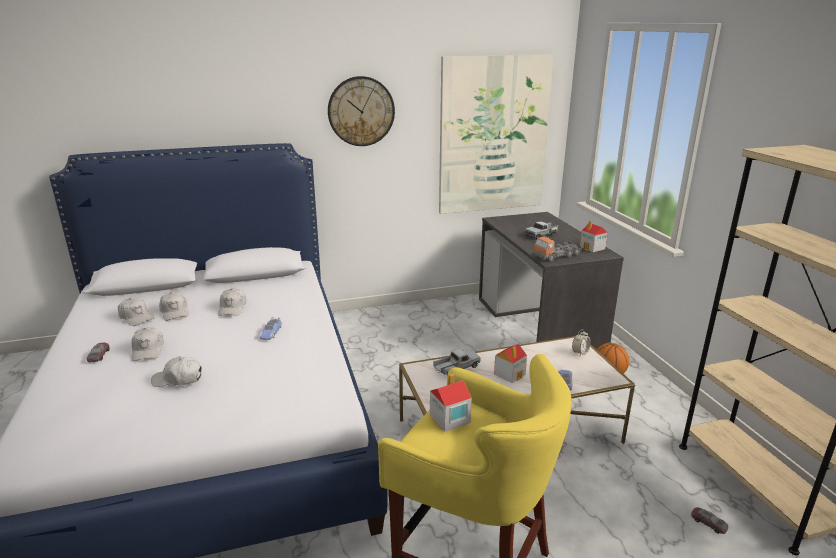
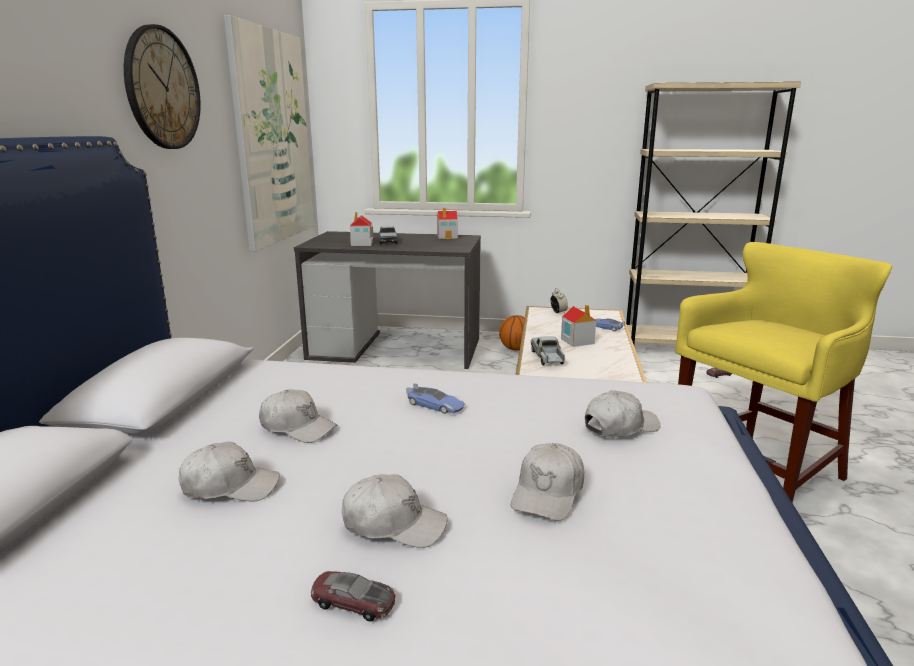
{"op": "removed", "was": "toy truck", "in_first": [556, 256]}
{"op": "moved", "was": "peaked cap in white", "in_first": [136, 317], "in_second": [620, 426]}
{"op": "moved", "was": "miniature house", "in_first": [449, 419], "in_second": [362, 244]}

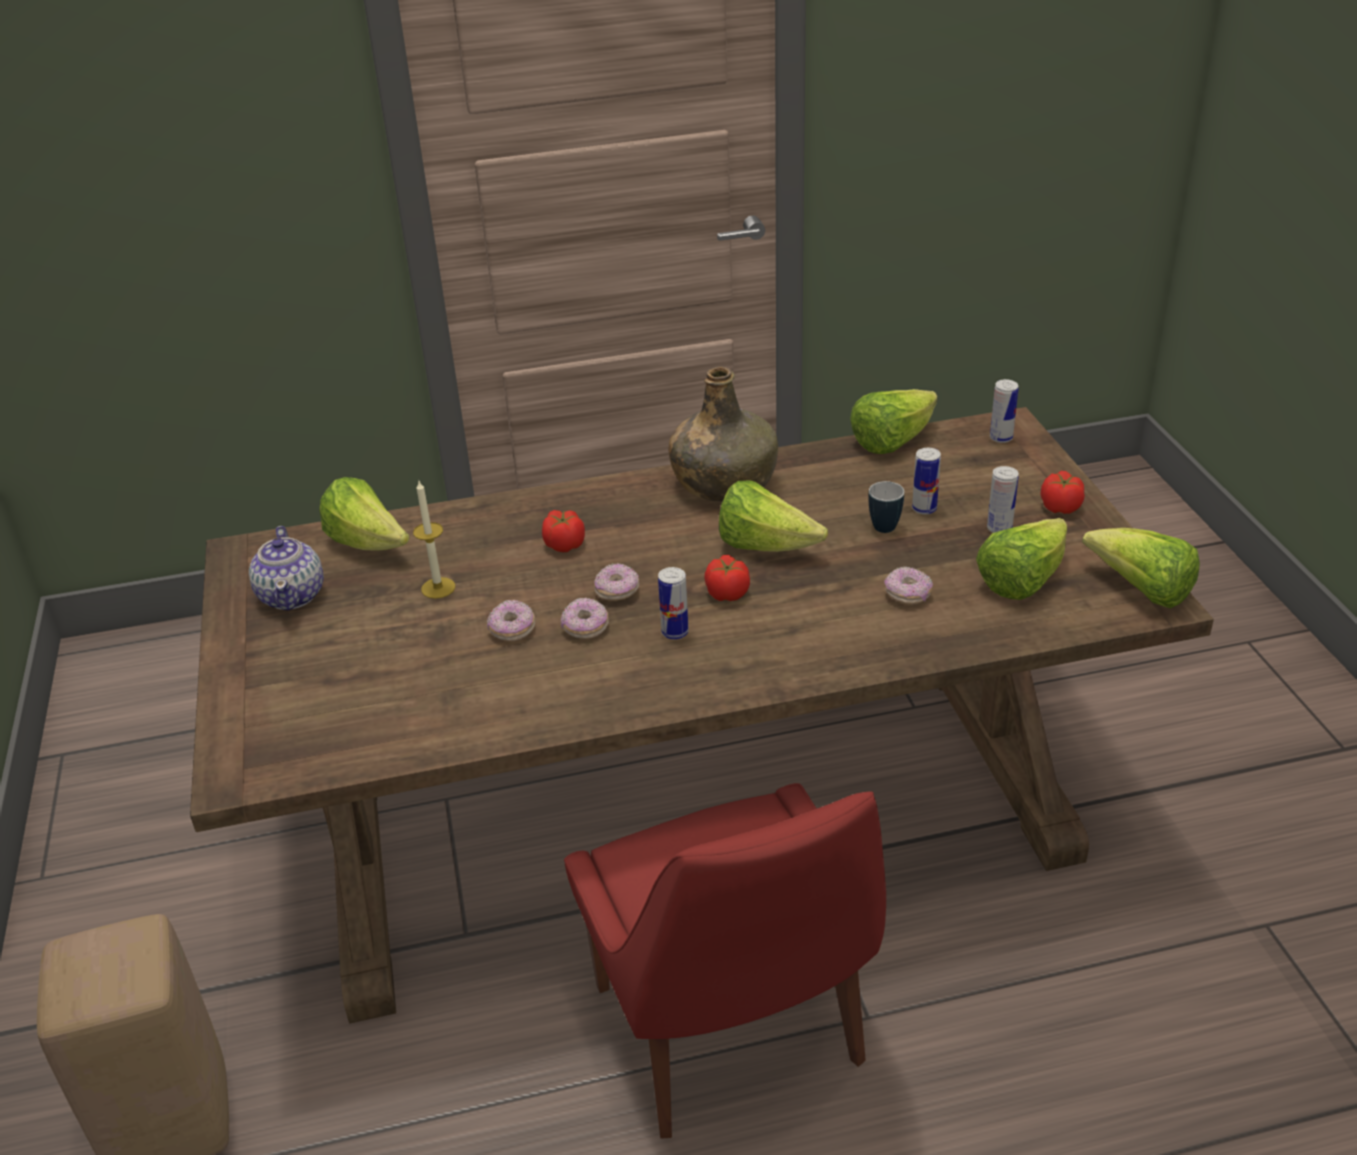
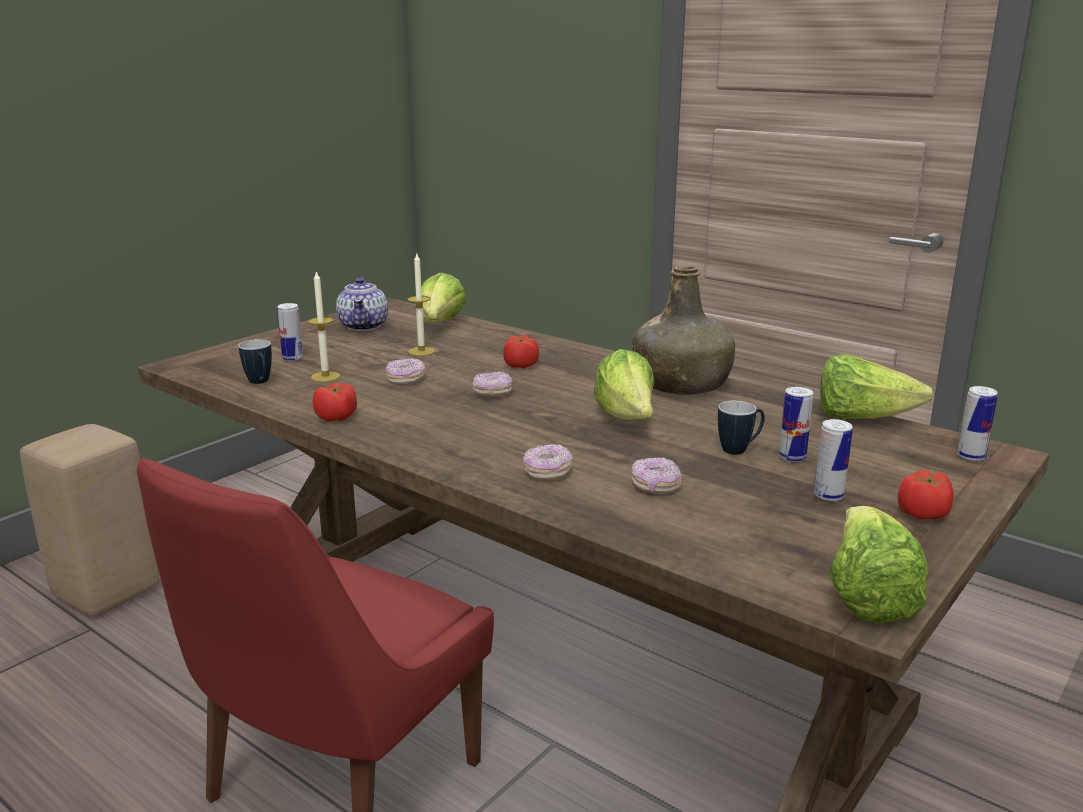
{"op": "removed", "was": "lettuce", "in_first": [1022, 580]}
{"op": "turned", "was": "tea pot", "in_first": [292, 595], "in_second": [364, 326], "clockwise": -45}
{"op": "moved", "was": "fresh tomato", "in_first": [727, 593], "in_second": [337, 417]}
{"op": "moved", "was": "sealed can", "in_first": [675, 632], "in_second": [292, 358]}
{"op": "moved", "was": "ring doughnut", "in_first": [585, 627], "in_second": [547, 472]}
{"op": "added", "now": "candle", "in_second": [325, 377]}
{"op": "added", "now": "coffee mug", "in_second": [260, 383]}

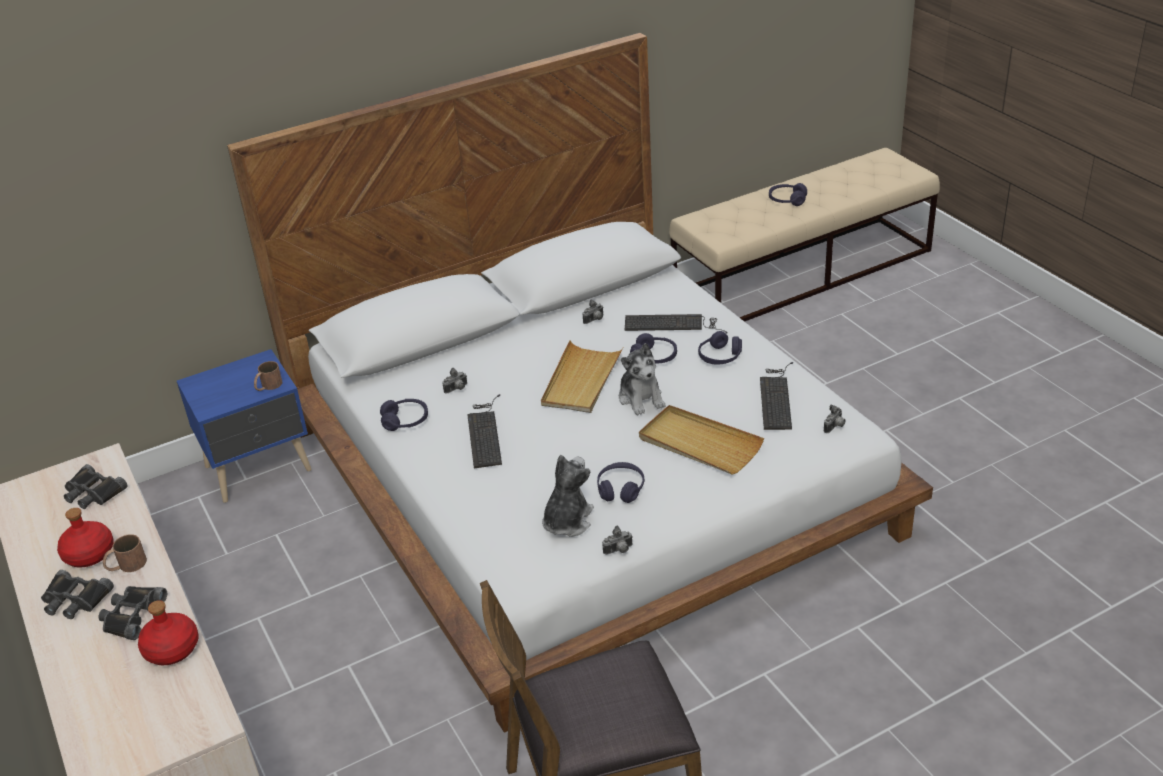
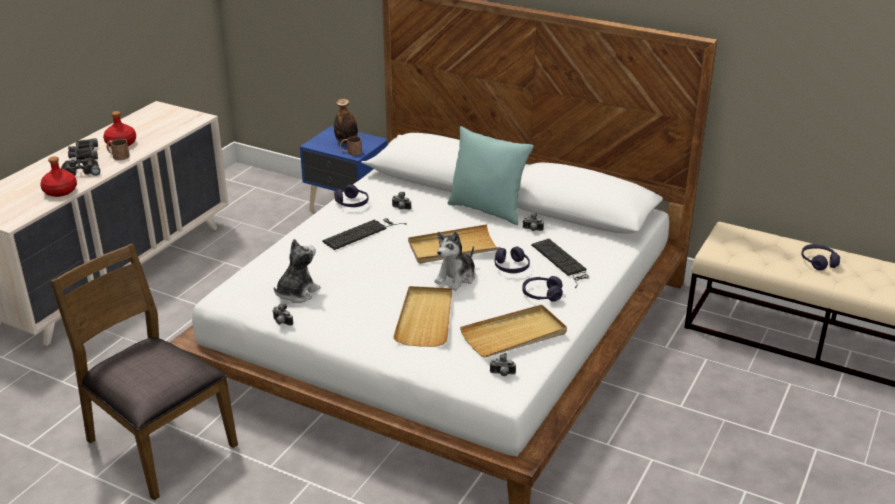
{"op": "replaced", "was": "PC keyboard", "now": "carrying tray in sand-coloured", "in_first": [776, 397], "in_second": [514, 335]}
{"op": "turned", "was": "cuddly toy", "in_first": [567, 521], "in_second": [297, 293], "clockwise": -45}
{"op": "removed", "was": "pair of headphones in purple-coloured", "in_first": [620, 489]}
{"op": "removed", "was": "pair of binoculars in black-coloured", "in_first": [93, 493]}
{"op": "added", "now": "drink bottle", "in_second": [346, 142]}
{"op": "added", "now": "throw pillow in turquoise", "in_second": [487, 210]}

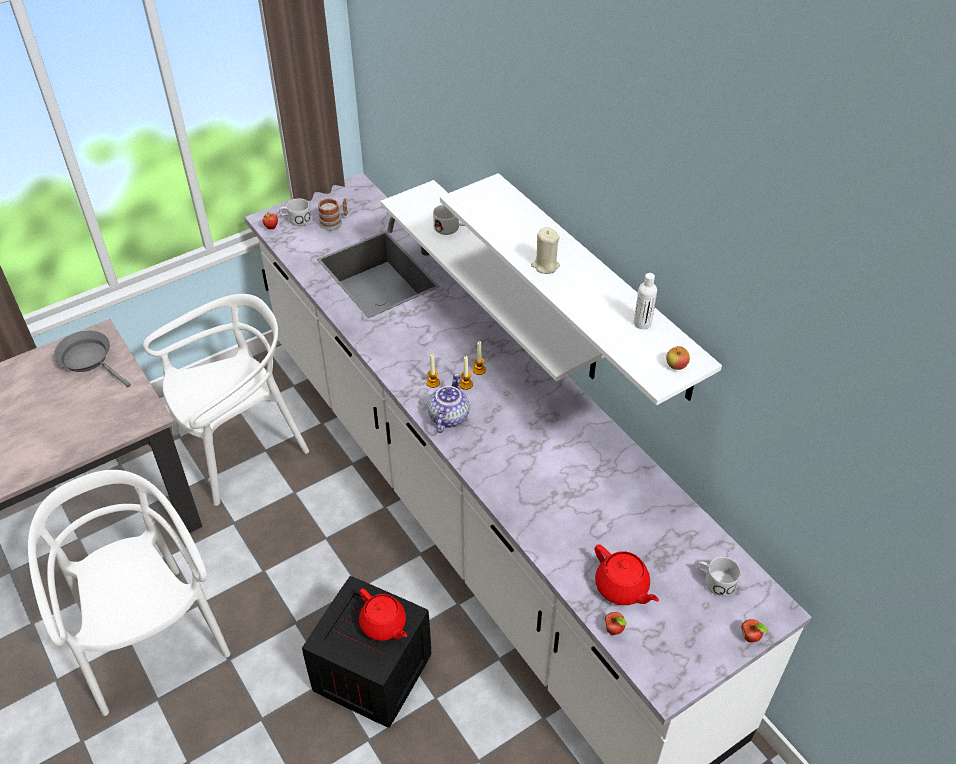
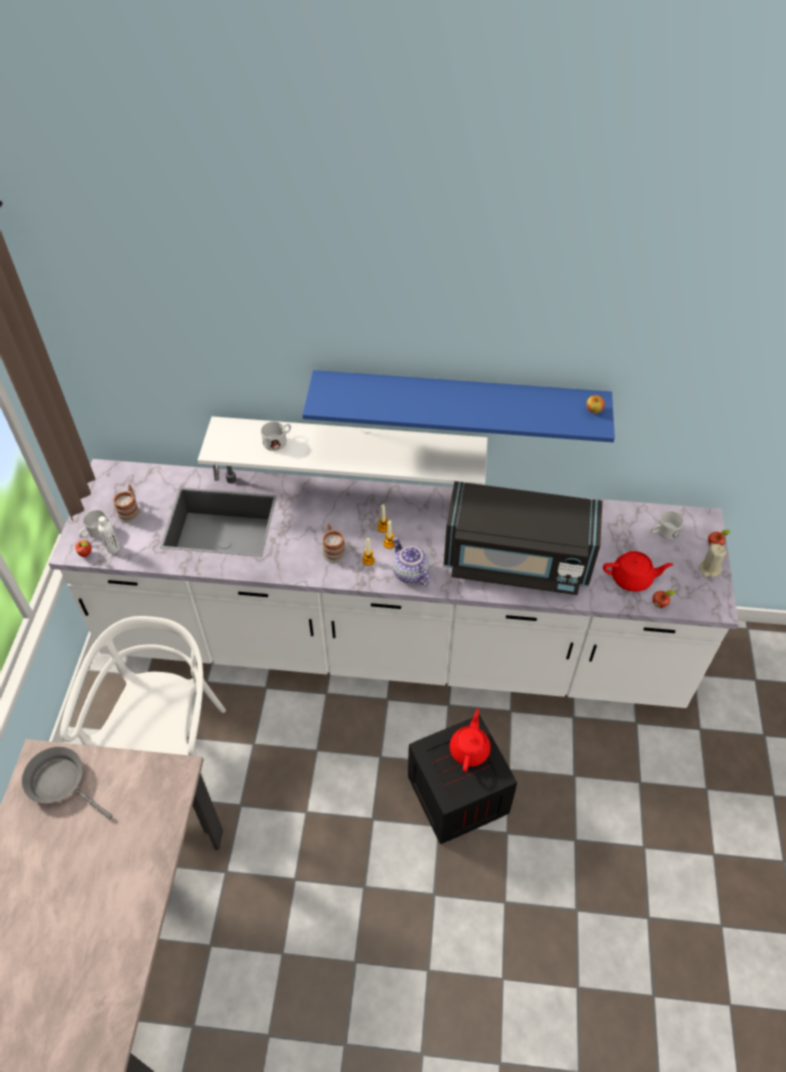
{"op": "recoloured", "was": "shelf in white", "now": "shelf in blue-coloured", "in_first": [596, 286], "in_second": [459, 402]}
{"op": "moved", "was": "candle in sand-coloured", "in_first": [545, 266], "in_second": [709, 569]}
{"op": "moved", "was": "drink bottle in white", "in_first": [642, 323], "in_second": [113, 548]}
{"op": "turned", "was": "frying pan in grey", "in_first": [89, 359], "in_second": [61, 782], "clockwise": 45}
{"op": "removed", "was": "upright chair in white", "in_first": [150, 638]}
{"op": "turned", "was": "tea pot in reddish", "in_first": [383, 625], "in_second": [469, 749], "clockwise": -75}
{"op": "added", "now": "microwave oven in black-coloured", "in_second": [516, 561]}
{"op": "added", "now": "coffee mug", "in_second": [333, 550]}

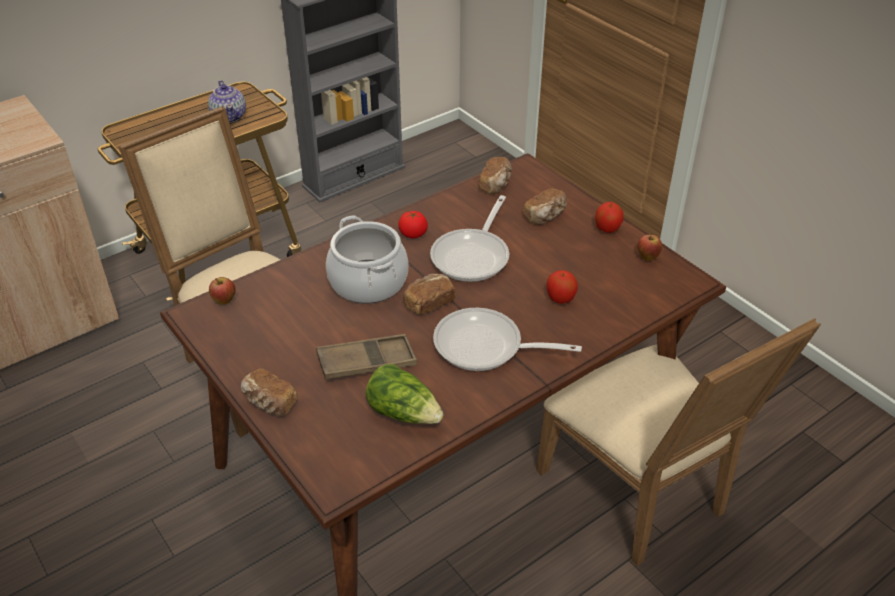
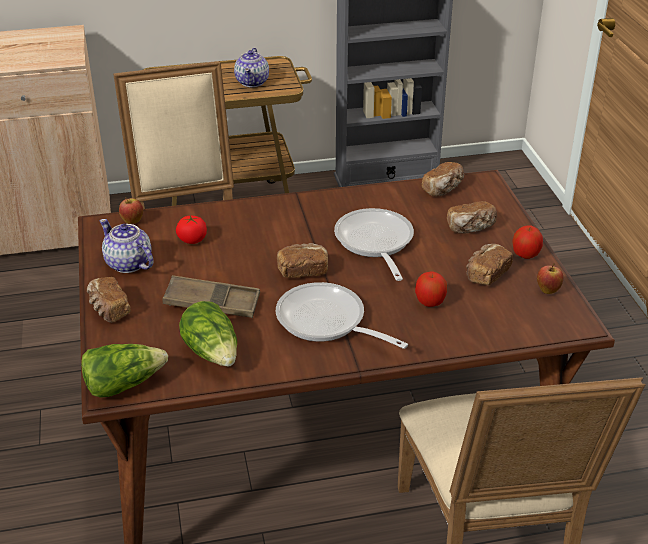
{"op": "turned", "was": "frying pan", "in_first": [473, 255], "in_second": [375, 243], "clockwise": 120}
{"op": "moved", "was": "fresh tomato", "in_first": [413, 234], "in_second": [192, 240]}
{"op": "removed", "was": "cooking pot", "in_first": [368, 282]}
{"op": "added", "now": "tea pot", "in_second": [128, 264]}
{"op": "added", "now": "baked bread", "in_second": [486, 274]}
{"op": "added", "now": "lettuce", "in_second": [123, 384]}

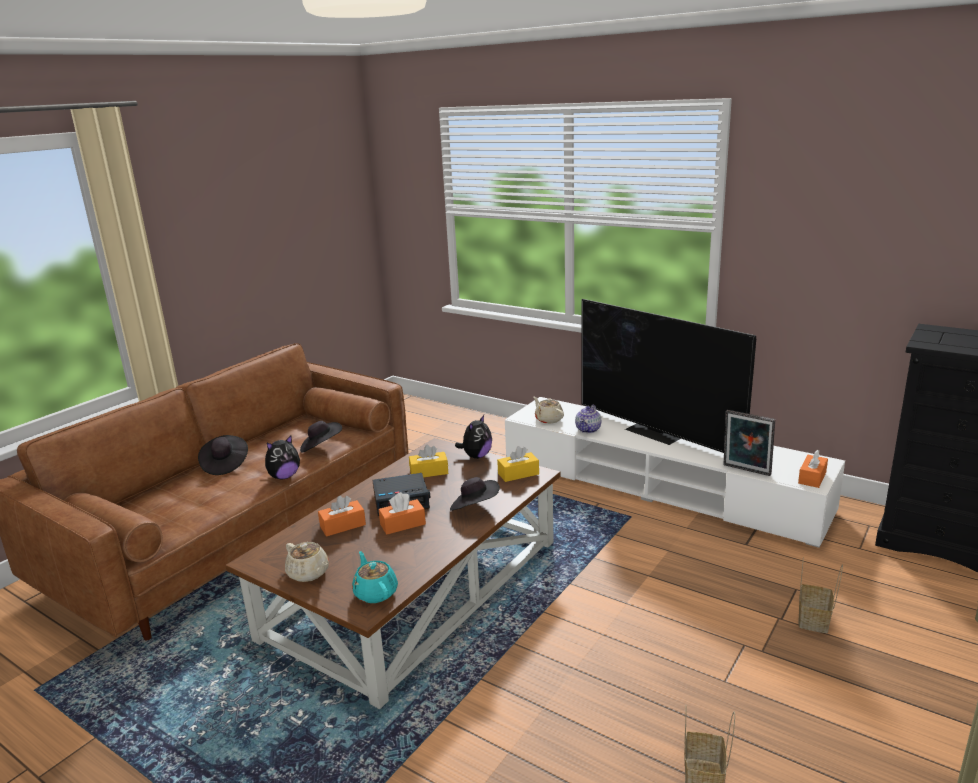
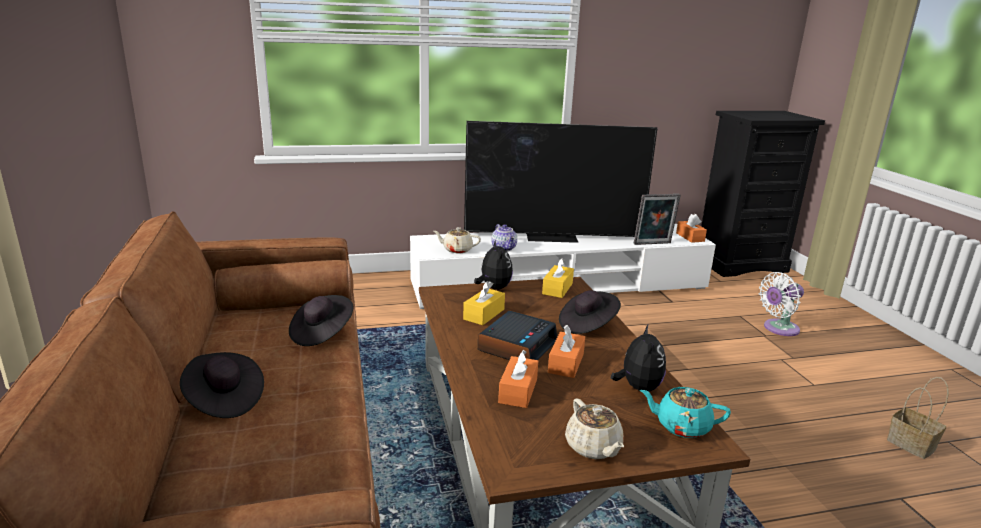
{"op": "moved", "was": "cuddly toy", "in_first": [284, 476], "in_second": [638, 387]}
{"op": "turned", "was": "tea pot in sand-coloured", "in_first": [309, 573], "in_second": [593, 447], "clockwise": 75}
{"op": "replaced", "was": "storage basket", "now": "cooling fan in white", "in_first": [814, 621], "in_second": [778, 329]}

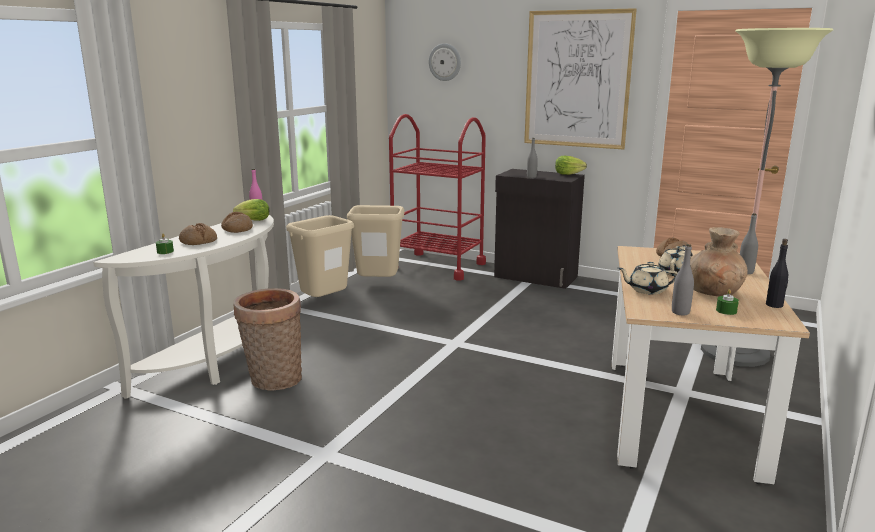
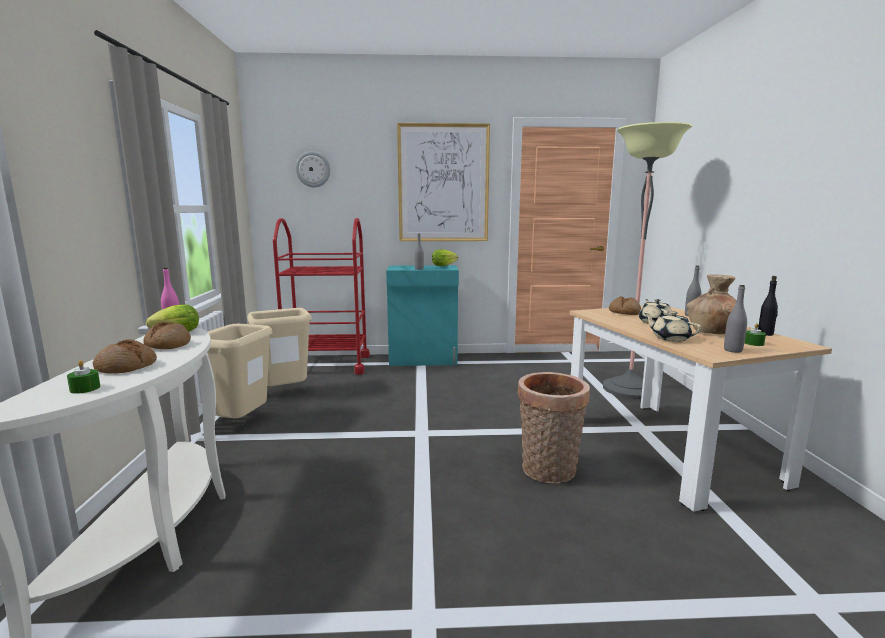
{"op": "recoloured", "was": "cupboard in black-coloured", "now": "cupboard in turquoise", "in_first": [536, 277], "in_second": [423, 360]}
{"op": "turned", "was": "tea pot in sand-coloured", "in_first": [646, 290], "in_second": [670, 338], "clockwise": 75}
{"op": "moved", "was": "storage basket", "in_first": [273, 381], "in_second": [548, 472]}

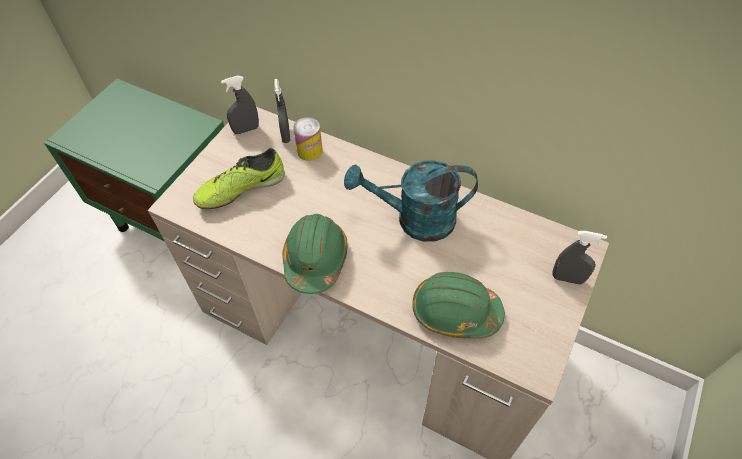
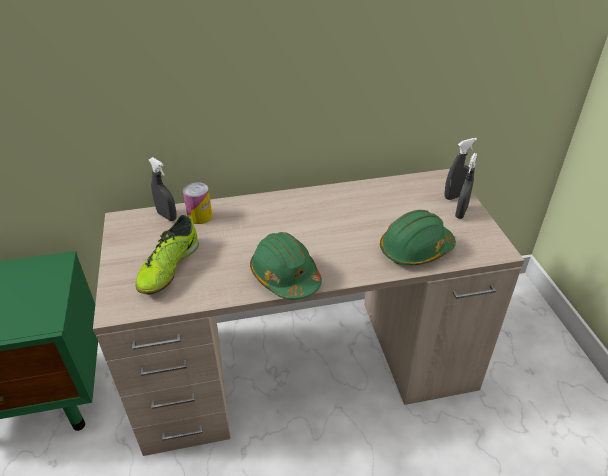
{"op": "moved", "was": "hand sprayer in grey", "in_first": [246, 129], "in_second": [461, 212]}
{"op": "removed", "was": "sprinkling can in turquoise", "in_first": [415, 220]}

